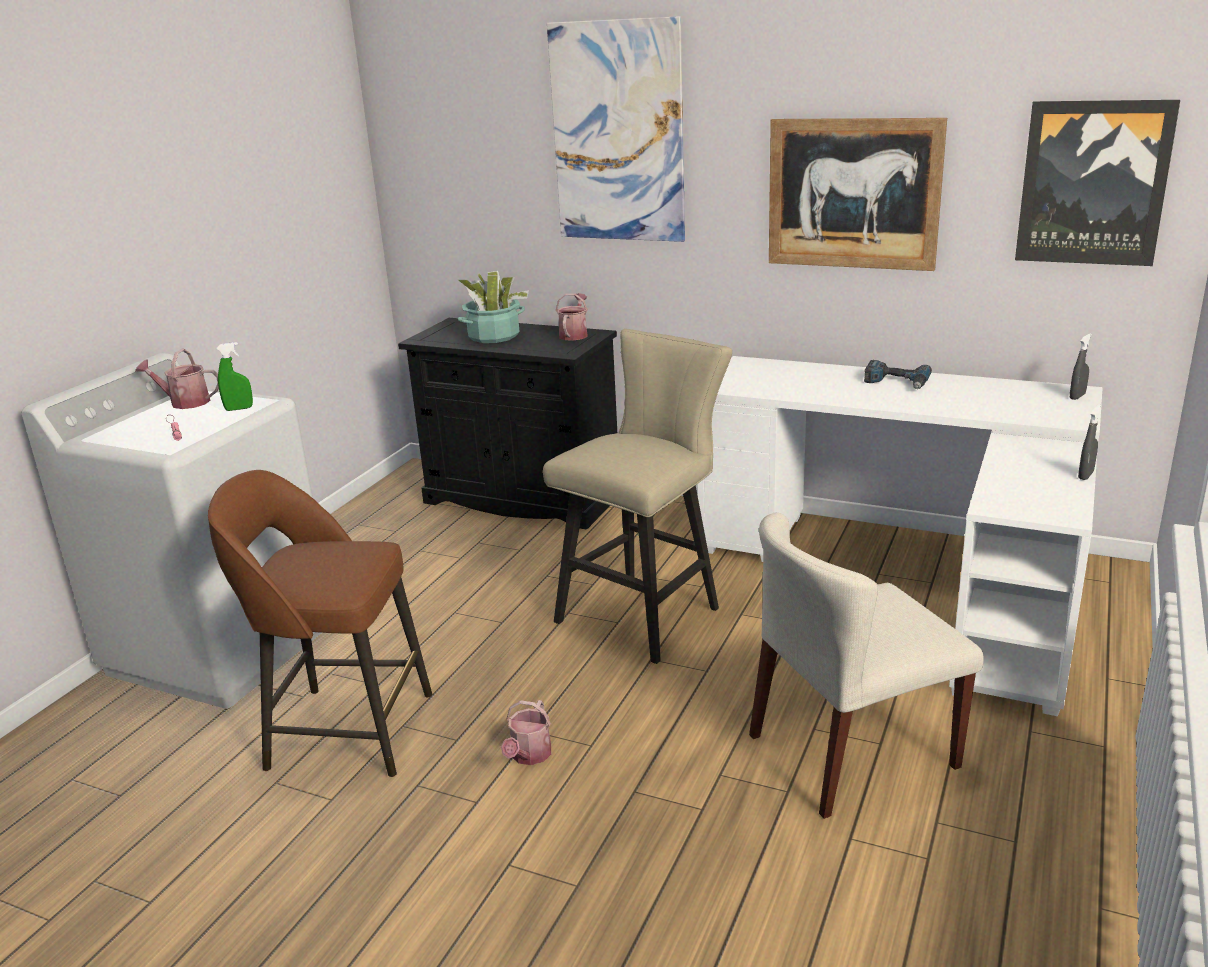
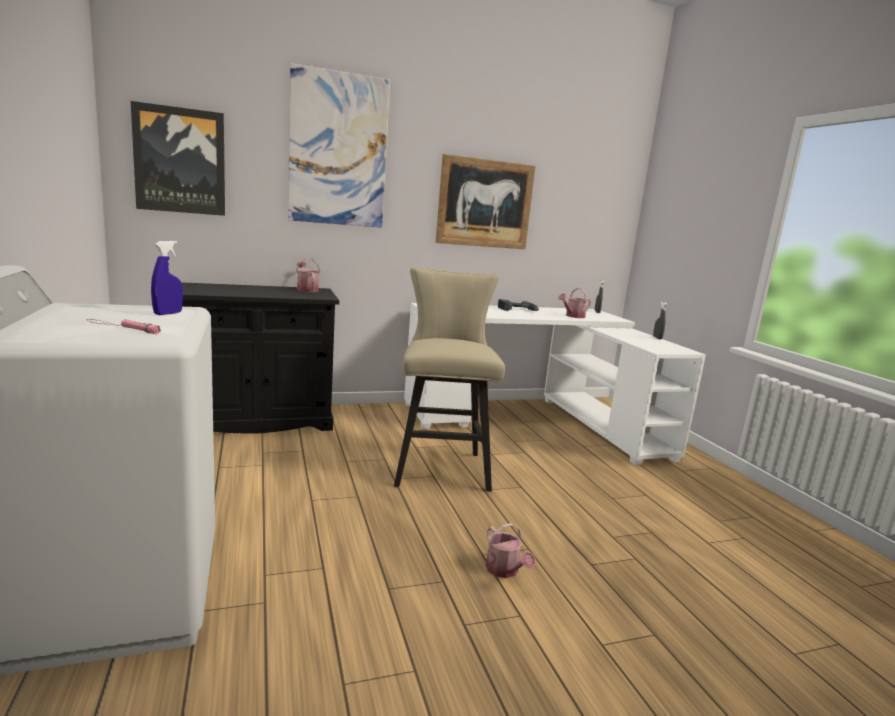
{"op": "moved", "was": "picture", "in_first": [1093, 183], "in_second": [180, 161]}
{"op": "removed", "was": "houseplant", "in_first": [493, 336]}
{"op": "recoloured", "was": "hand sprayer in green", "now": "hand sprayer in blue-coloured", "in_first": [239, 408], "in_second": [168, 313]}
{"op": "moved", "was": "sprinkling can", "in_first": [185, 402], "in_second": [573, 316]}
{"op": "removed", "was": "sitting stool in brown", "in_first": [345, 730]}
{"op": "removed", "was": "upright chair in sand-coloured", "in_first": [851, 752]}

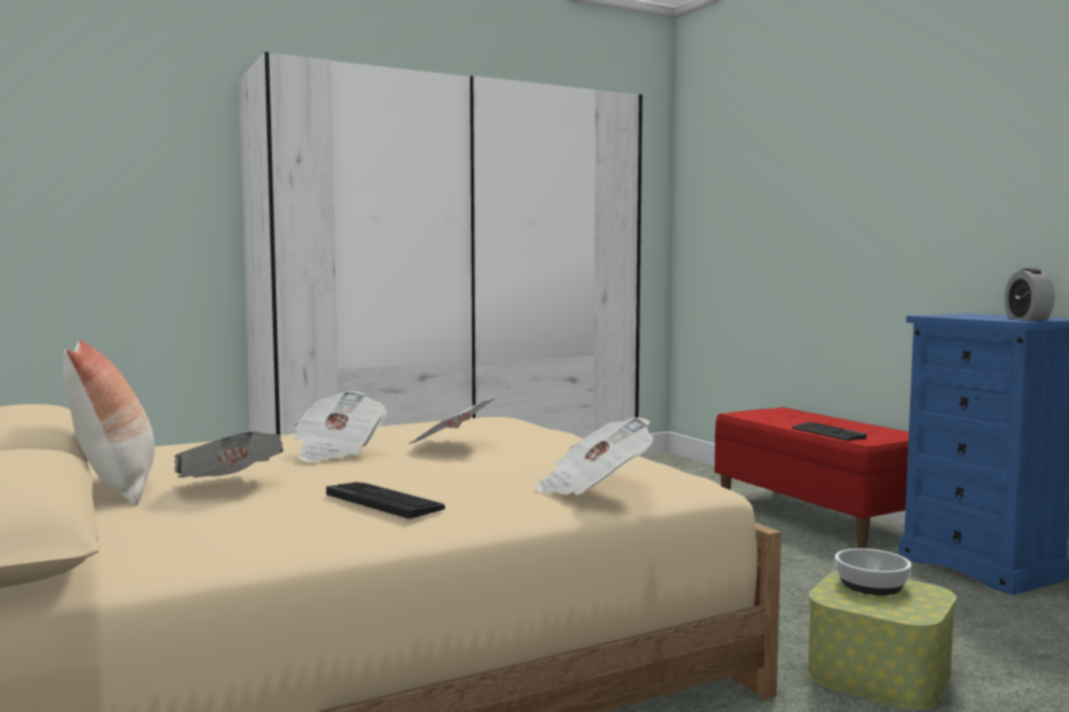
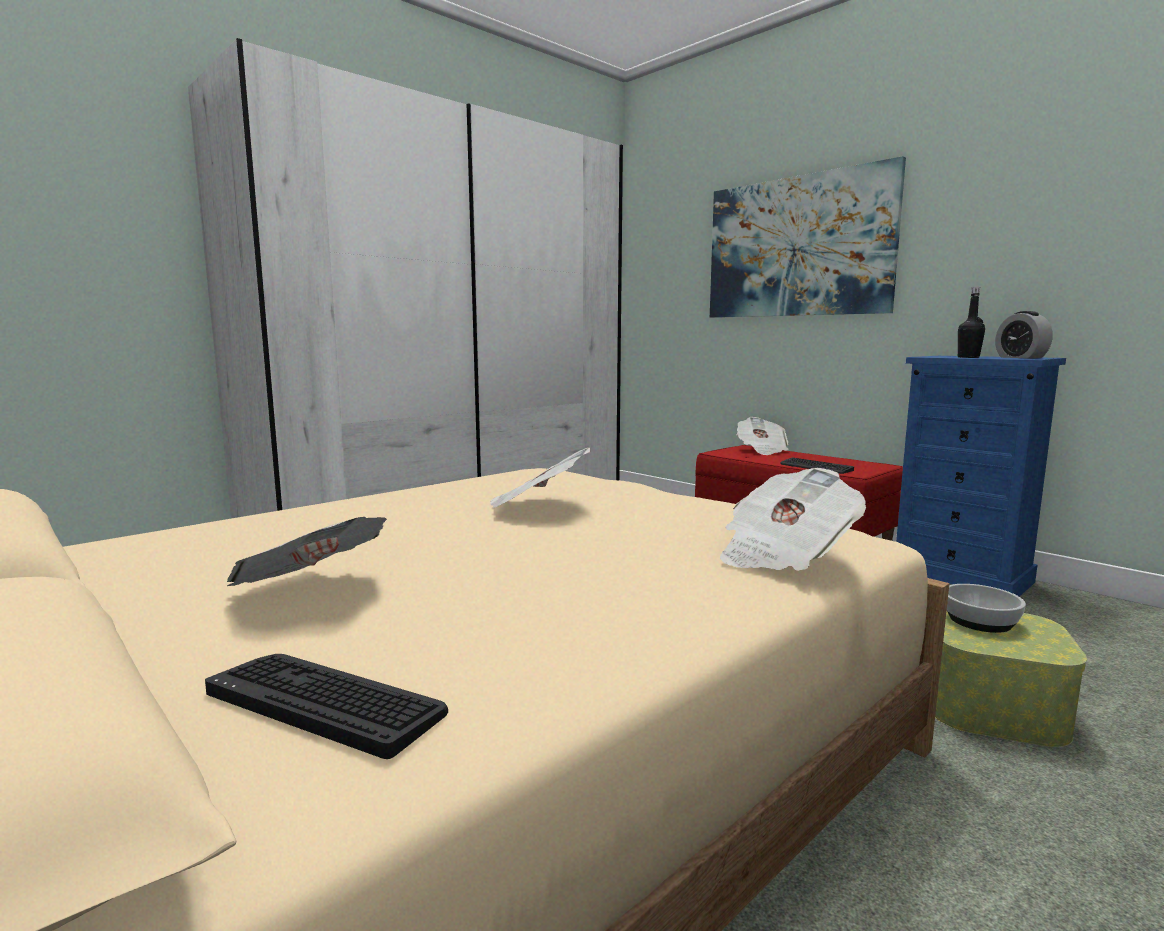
{"op": "removed", "was": "throw pillow", "in_first": [115, 489]}
{"op": "moved", "was": "daily paper", "in_first": [337, 452], "in_second": [761, 450]}
{"op": "moved", "was": "PC keyboard", "in_first": [384, 501], "in_second": [325, 701]}
{"op": "added", "now": "picture", "in_second": [797, 247]}
{"op": "added", "now": "drink bottle in black-coloured", "in_second": [968, 357]}

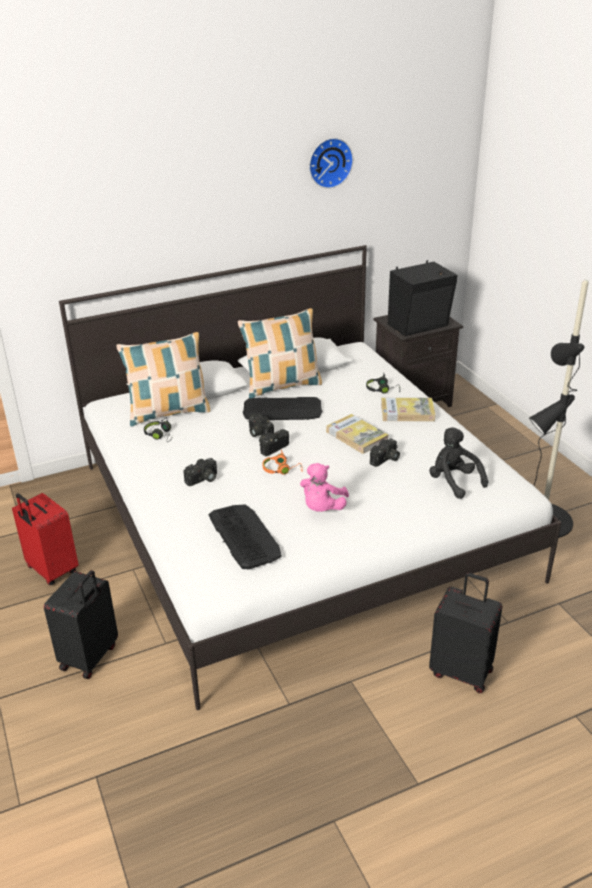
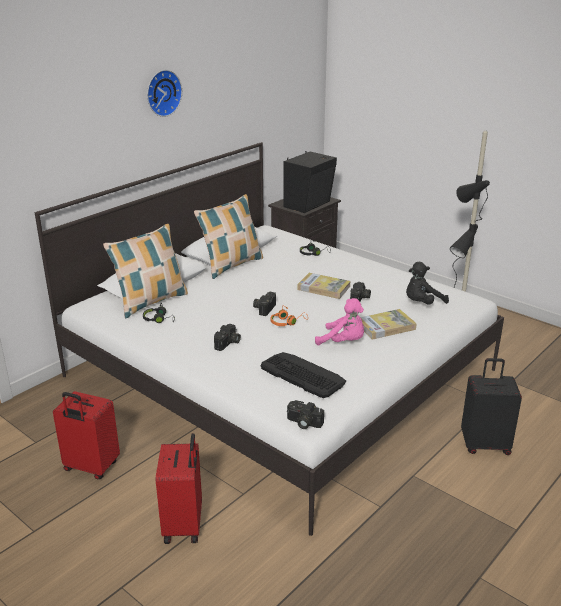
{"op": "moved", "was": "clock on the wall", "in_first": [329, 162], "in_second": [162, 92]}
{"op": "removed", "was": "PC keyboard", "in_first": [282, 410]}
{"op": "moved", "was": "volume", "in_first": [407, 412], "in_second": [386, 326]}
{"op": "moved", "was": "photo camera", "in_first": [258, 433], "in_second": [303, 423]}
{"op": "turned", "was": "cuddly toy in black-coloured", "in_first": [453, 482], "in_second": [422, 303], "clockwise": -60}
{"op": "turned", "was": "cuddly toy in pink", "in_first": [322, 508], "in_second": [343, 342], "clockwise": -60}
{"op": "recoloured", "was": "travel case in black-coloured", "now": "travel case in reddish", "in_first": [90, 657], "in_second": [184, 525]}

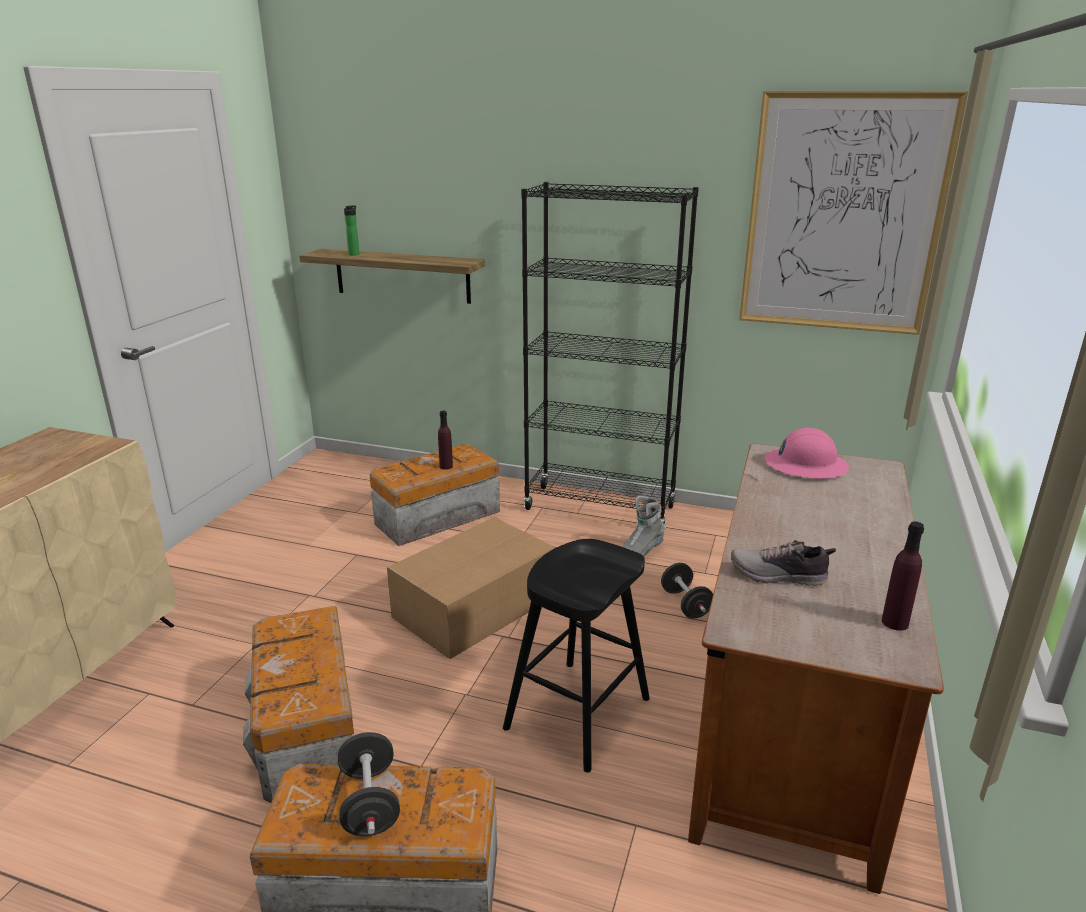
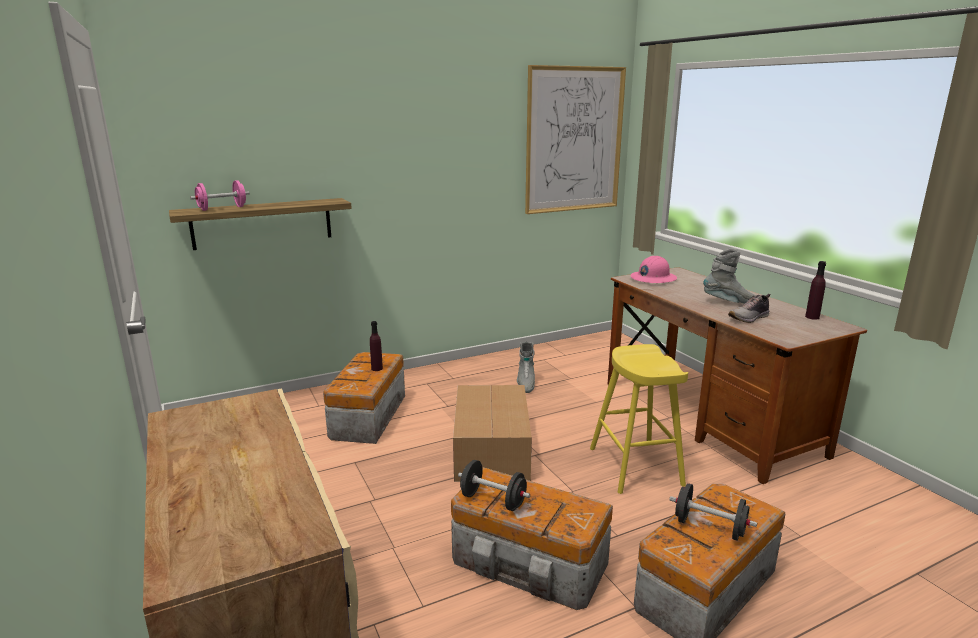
{"op": "removed", "was": "bookshelf in black-coloured", "in_first": [600, 508]}
{"op": "replaced", "was": "drink bottle", "now": "dumbbell in pink", "in_first": [354, 254], "in_second": [222, 208]}
{"op": "recoloured", "was": "sitting stool in black-coloured", "now": "sitting stool in yellowish", "in_first": [577, 714], "in_second": [635, 466]}
{"op": "moved", "was": "dumbbell in black-coloured", "in_first": [685, 604], "in_second": [493, 500]}
{"op": "added", "now": "boot in grey", "in_second": [729, 302]}

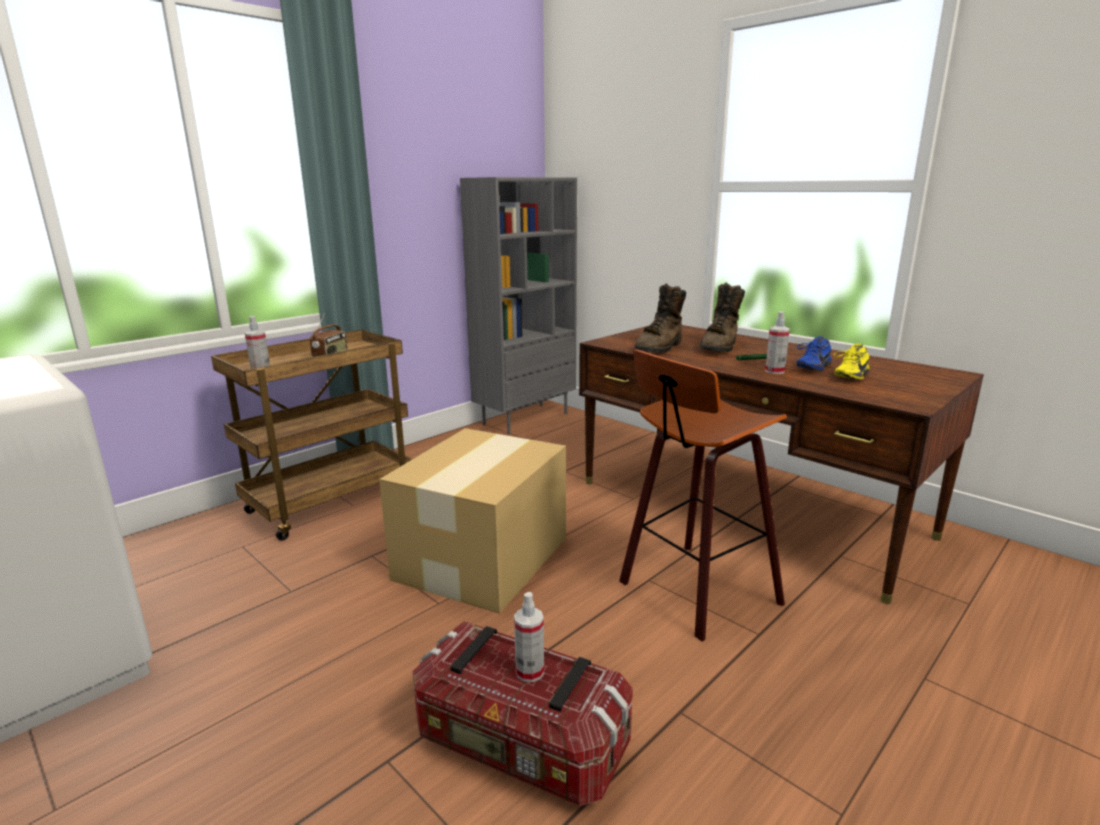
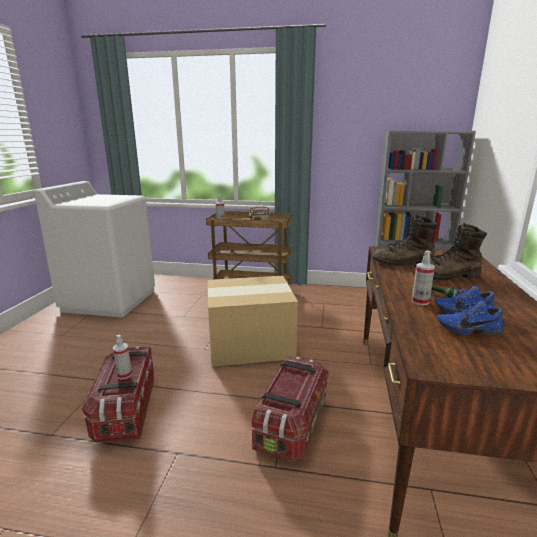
{"op": "recoloured", "was": "item of footwear in yellowish", "now": "item of footwear in blue-coloured", "in_first": [848, 376], "in_second": [467, 329]}
{"op": "replaced", "was": "sitting stool", "now": "storage box", "in_first": [693, 592], "in_second": [292, 423]}

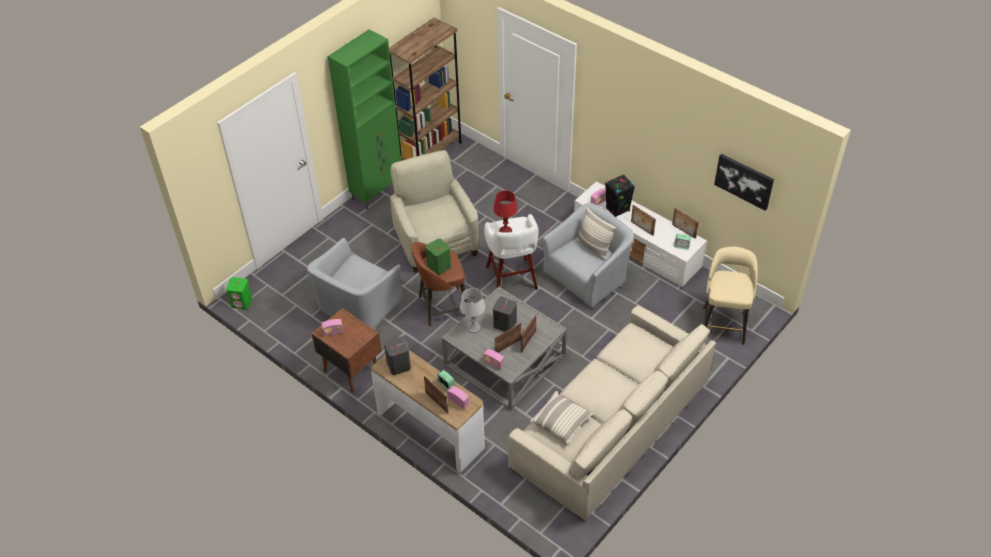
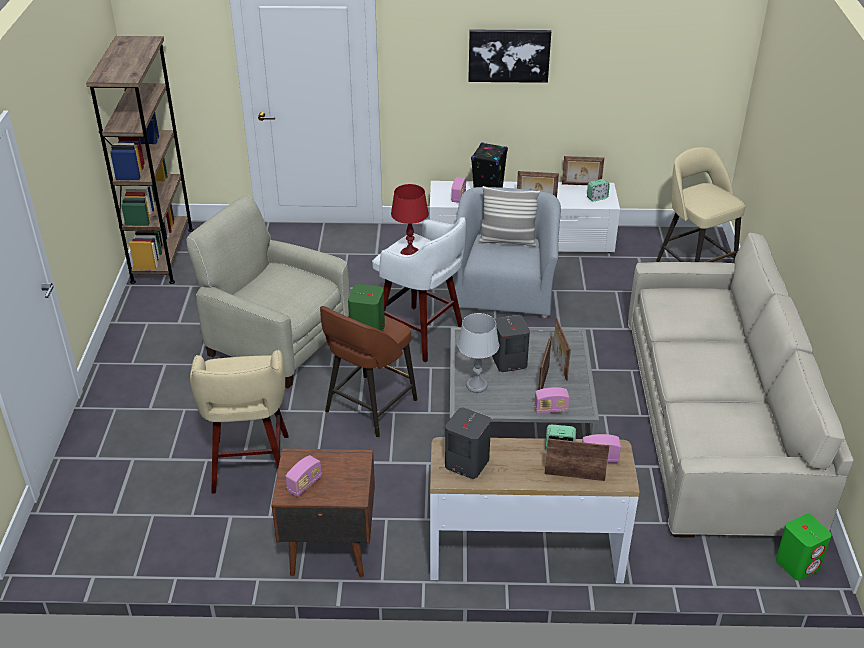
{"op": "removed", "was": "cupboard in green", "in_first": [377, 191]}
{"op": "moved", "was": "picture", "in_first": [744, 181], "in_second": [509, 55]}
{"op": "replaced", "was": "lounge chair in grey", "now": "sitting stool in sand-coloured", "in_first": [358, 306], "in_second": [250, 466]}
{"op": "moved", "was": "audio speaker in green", "in_first": [242, 302], "in_second": [797, 564]}
{"op": "removed", "was": "throw pillow", "in_first": [561, 422]}

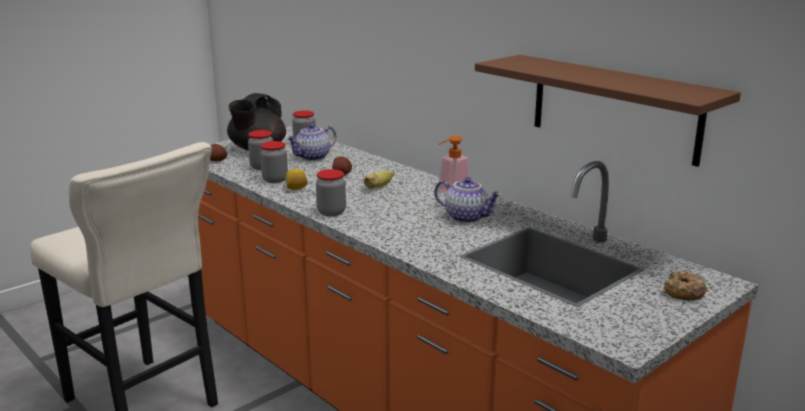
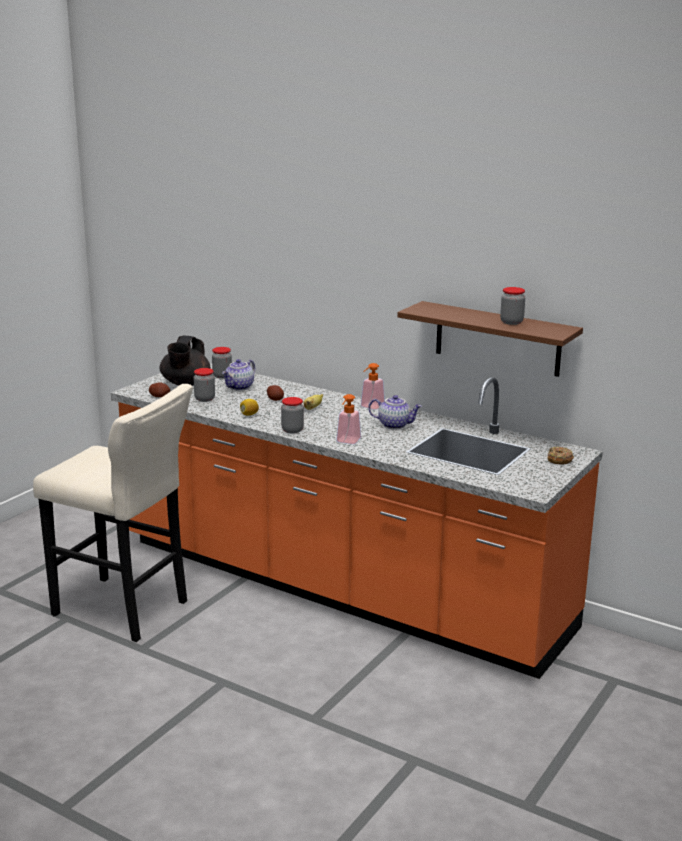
{"op": "moved", "was": "storage jar", "in_first": [275, 180], "in_second": [511, 322]}
{"op": "added", "now": "liquid soap bottle", "in_second": [347, 442]}

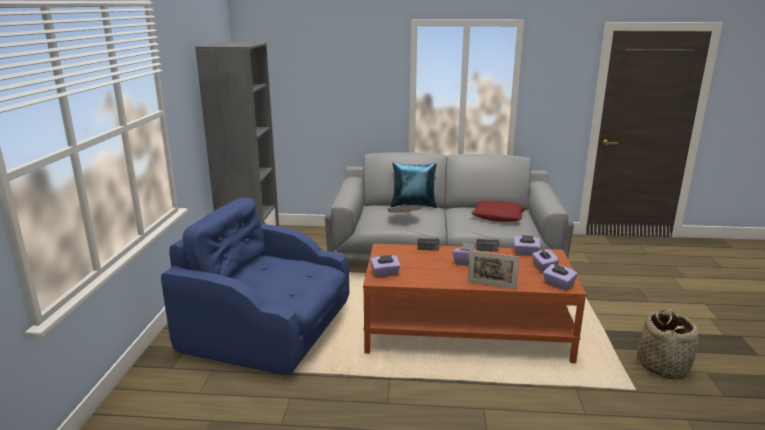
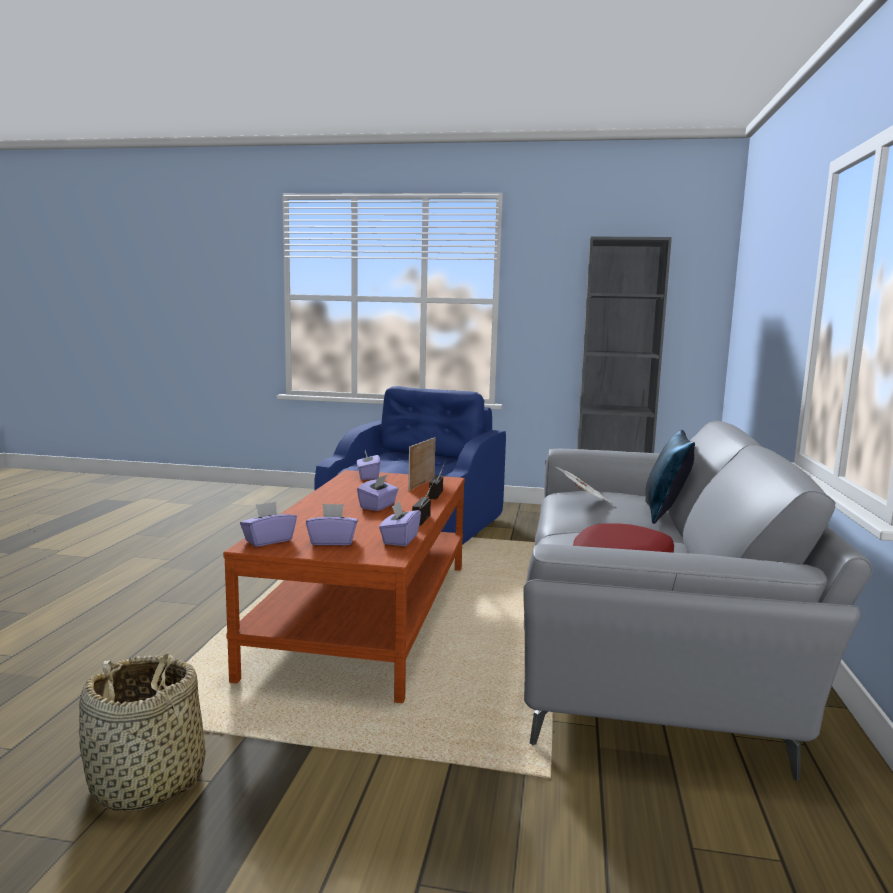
{"op": "moved", "was": "photo frame", "in_first": [491, 285], "in_second": [421, 484]}

